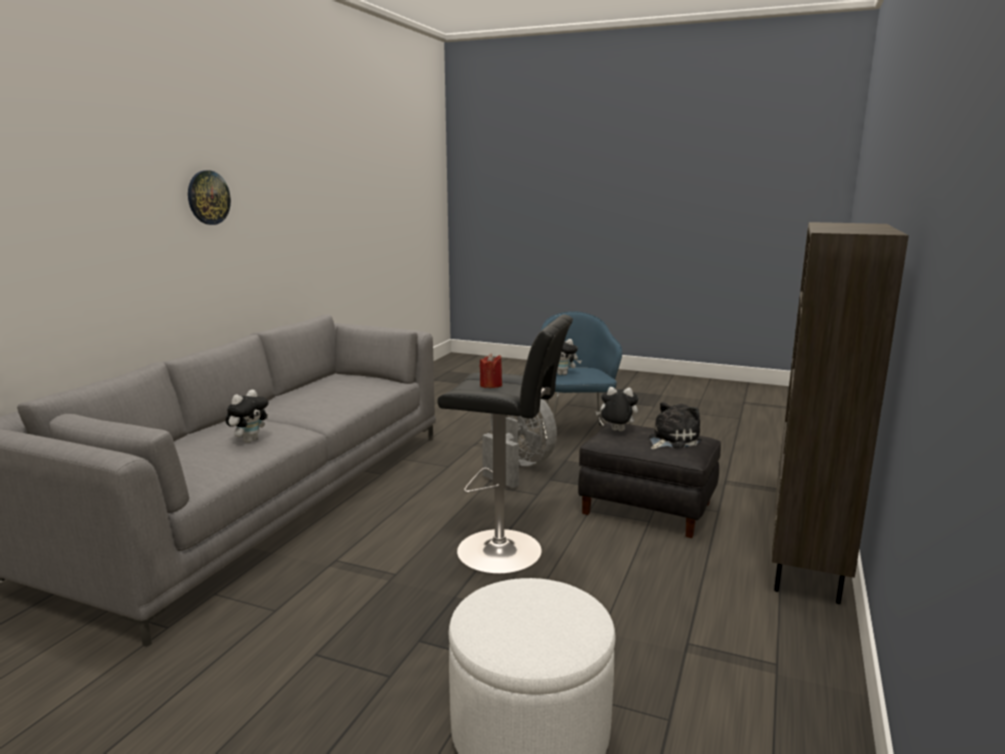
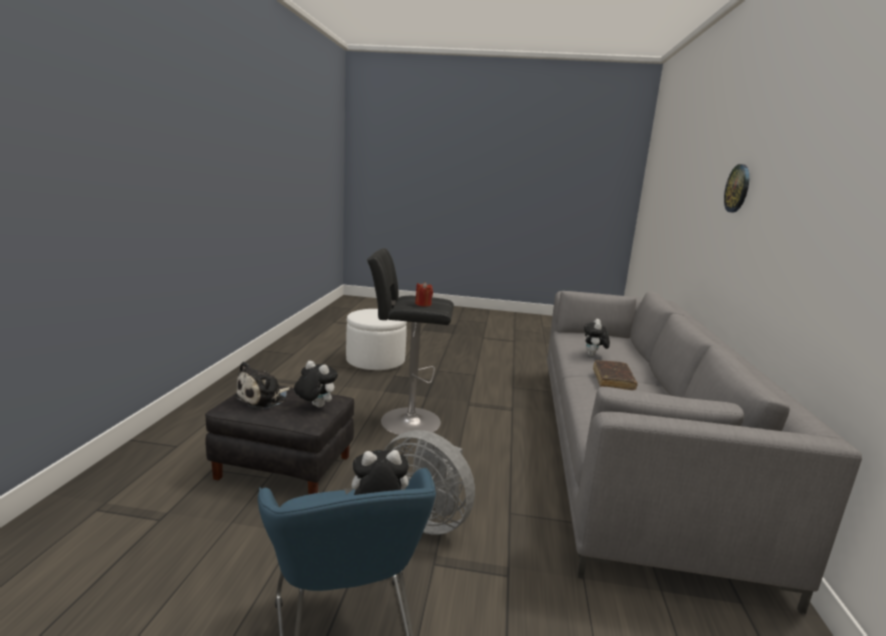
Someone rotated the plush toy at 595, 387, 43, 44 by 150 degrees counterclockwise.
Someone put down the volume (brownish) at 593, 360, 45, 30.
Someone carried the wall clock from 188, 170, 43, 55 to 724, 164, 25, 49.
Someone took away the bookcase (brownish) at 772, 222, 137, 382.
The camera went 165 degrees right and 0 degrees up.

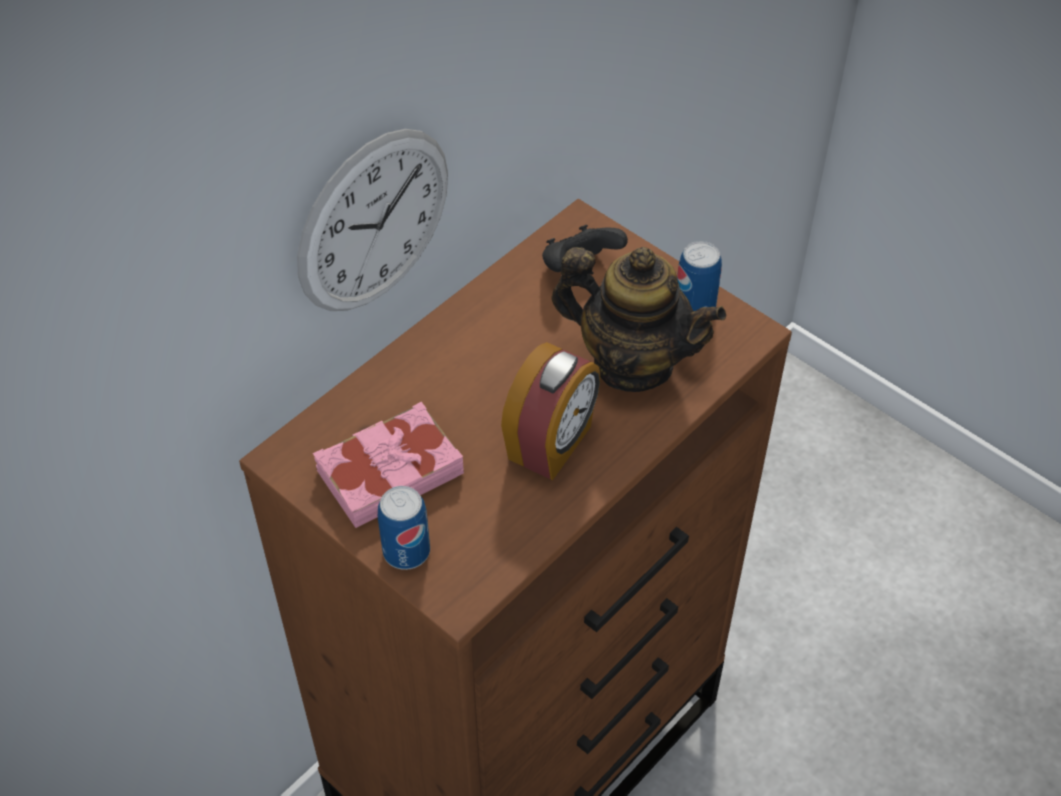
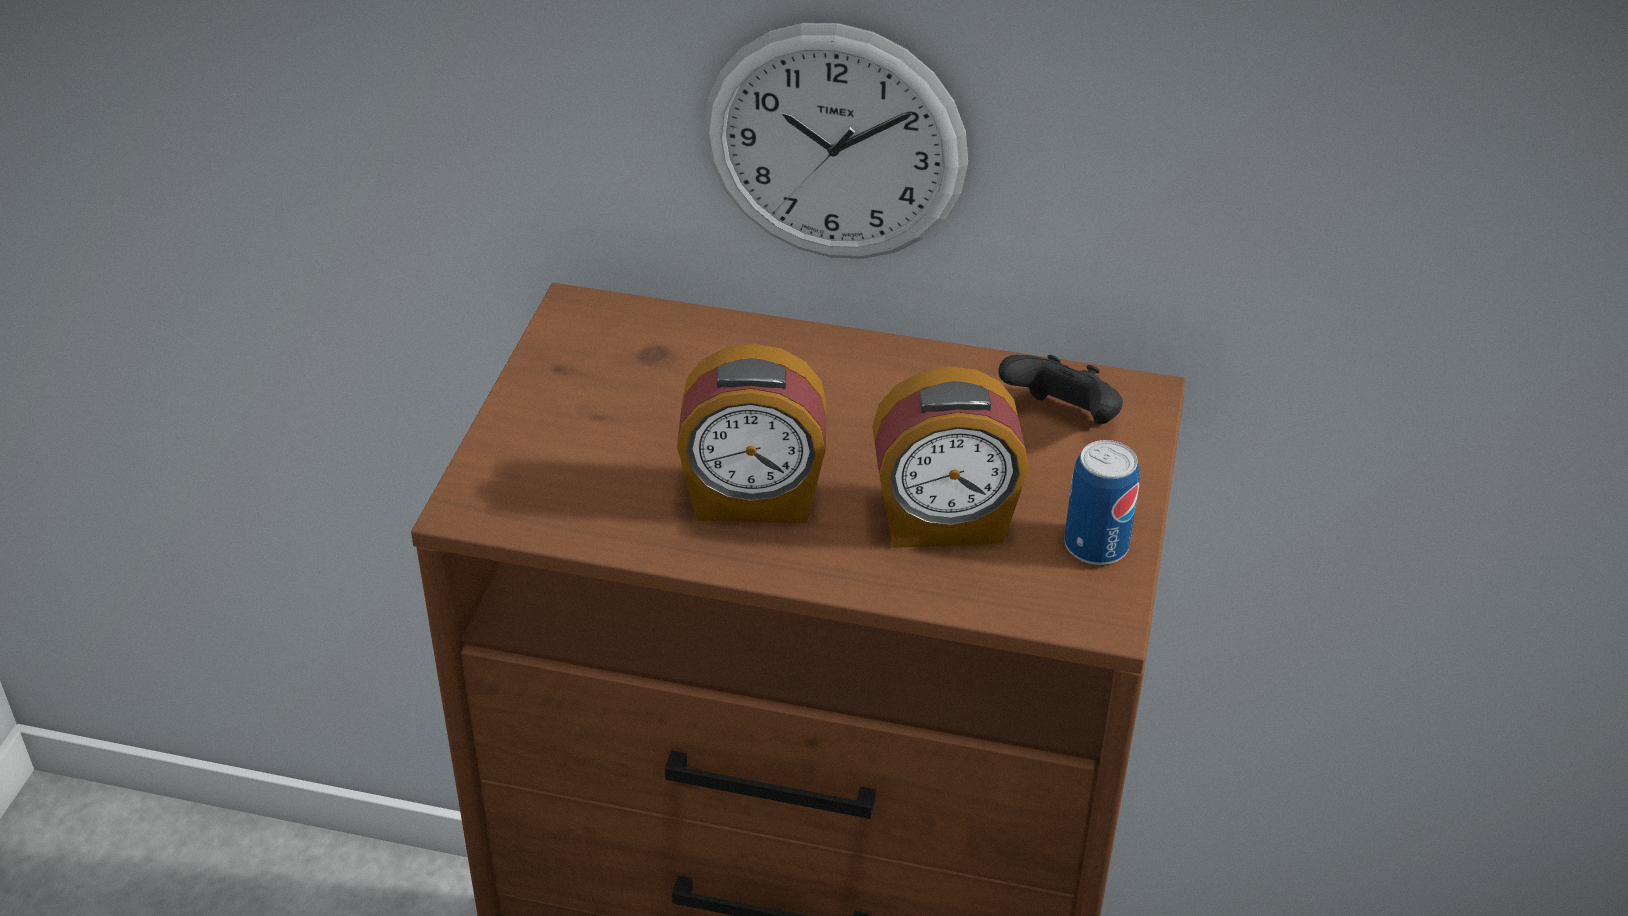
Someone swapped the teapot at 551, 247, 176, 145 for the table clock at 872, 366, 157, 182.
Someone took away the volume (pinkish) at 313, 402, 151, 126.
Someone took away the sealed can at 378, 486, 52, 84.
The camera went 60 degrees right and 10 degrees down.

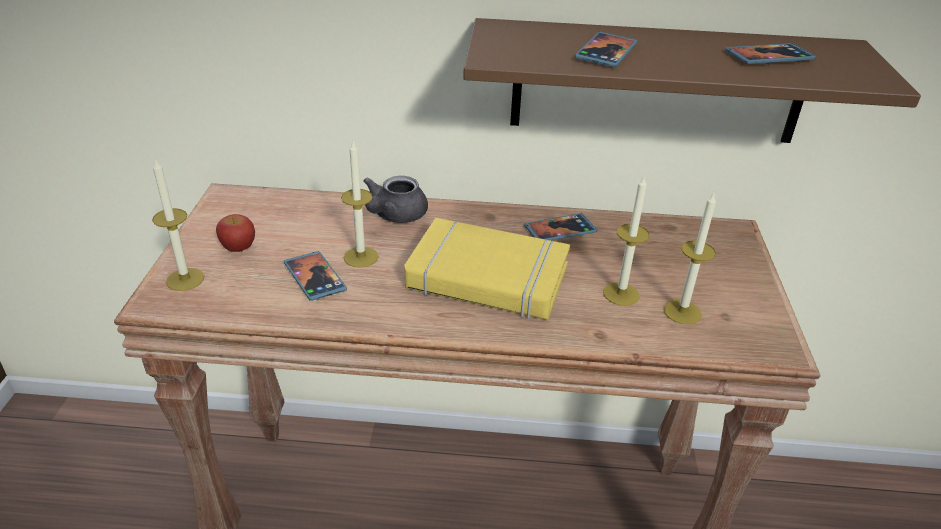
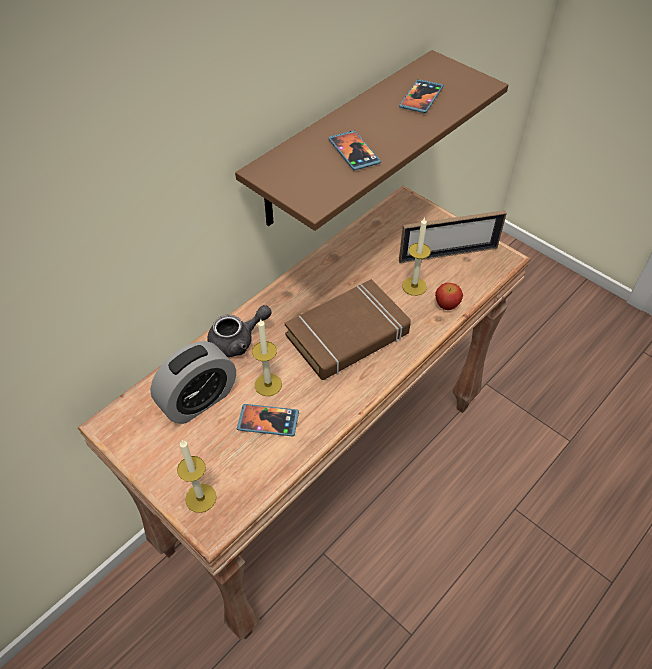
Someone put down the table clock at 150, 341, 86, 83.
Someone rotated the teapot (gray) at 363, 176, 65, 47 by 90 degrees counterclockwise.
Someone repainted the volume (yellowish) at 404, 218, 166, 102, which became the volume (brownish) at 285, 279, 126, 101.
Someone put down the standing frame at 399, 210, 108, 53.
Someone carried the whole apple from 216, 214, 39, 38 to 435, 283, 28, 27.
Someone took away the telephone at 524, 213, 73, 28.
Someone took away the candle at 664, 193, 52, 131.
The camera went 50 degrees left and 15 degrees up.

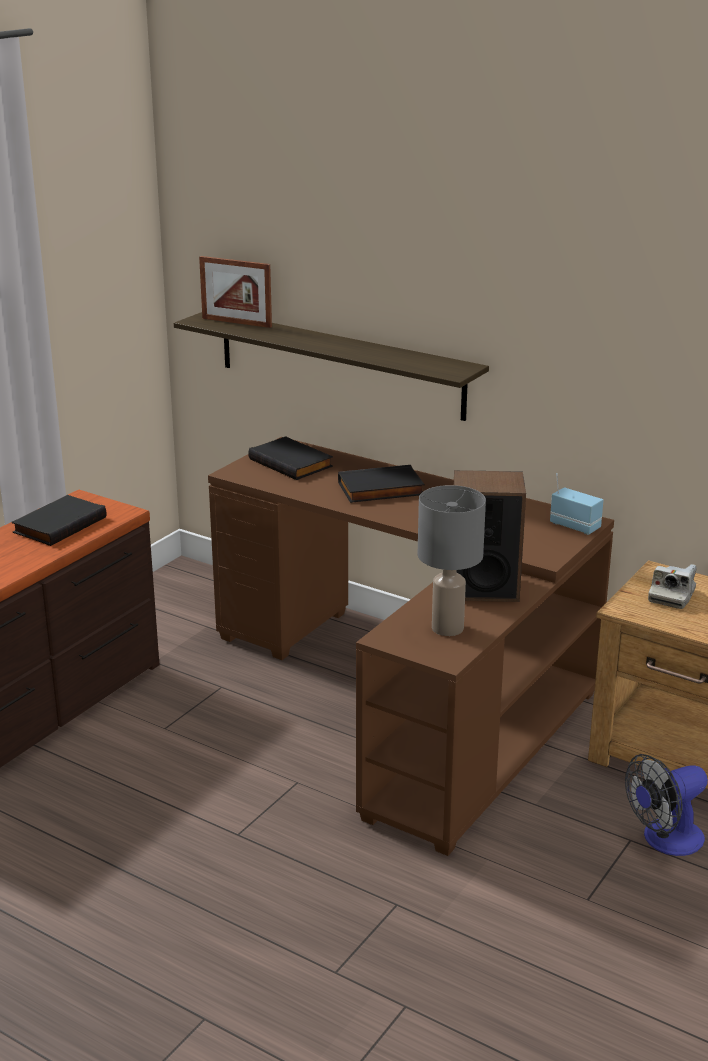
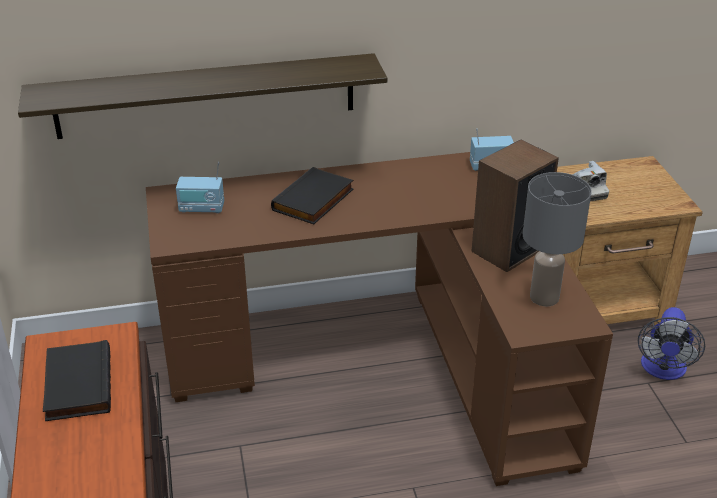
Someone swapped the volume (blackish) at 248, 436, 85, 44 for the radio receiver at 176, 162, 48, 51.
Someone took away the standing frame at 199, 256, 73, 72.
The camera went 45 degrees left and 10 degrees up.

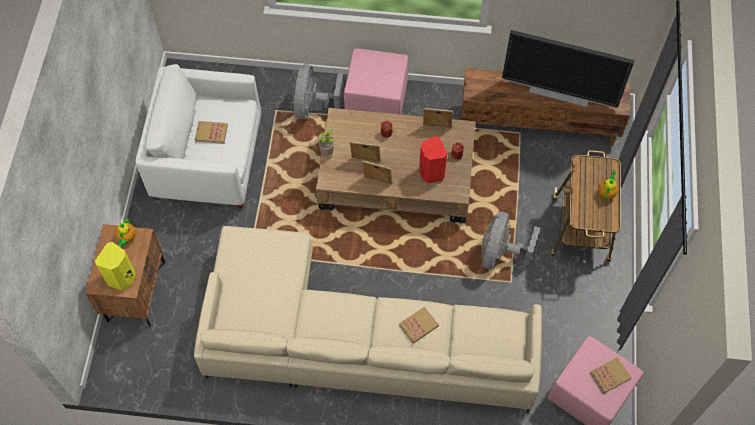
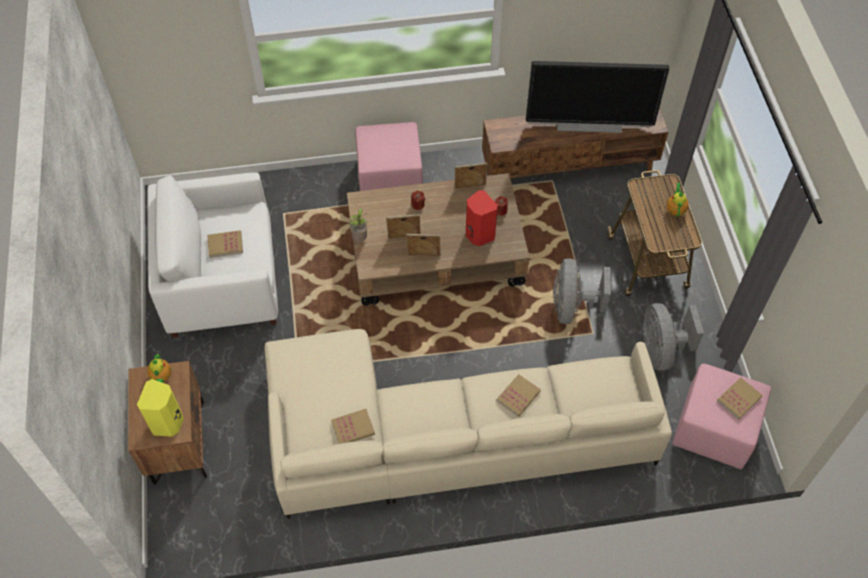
Someone put down the volume at 331, 409, 44, 35.
Someone carried the cooling fan (gray) from 292, 64, 52, 55 to 643, 303, 61, 68.
The camera went 15 degrees left and 5 degrees down.

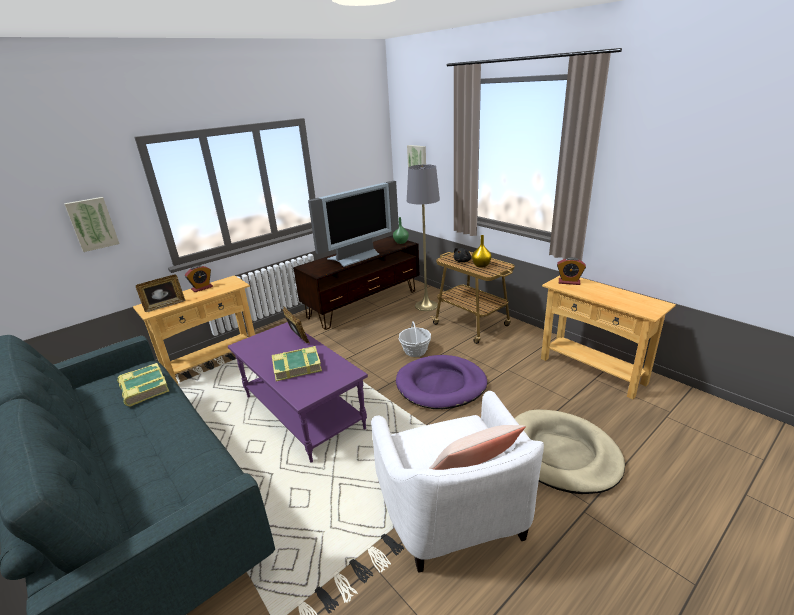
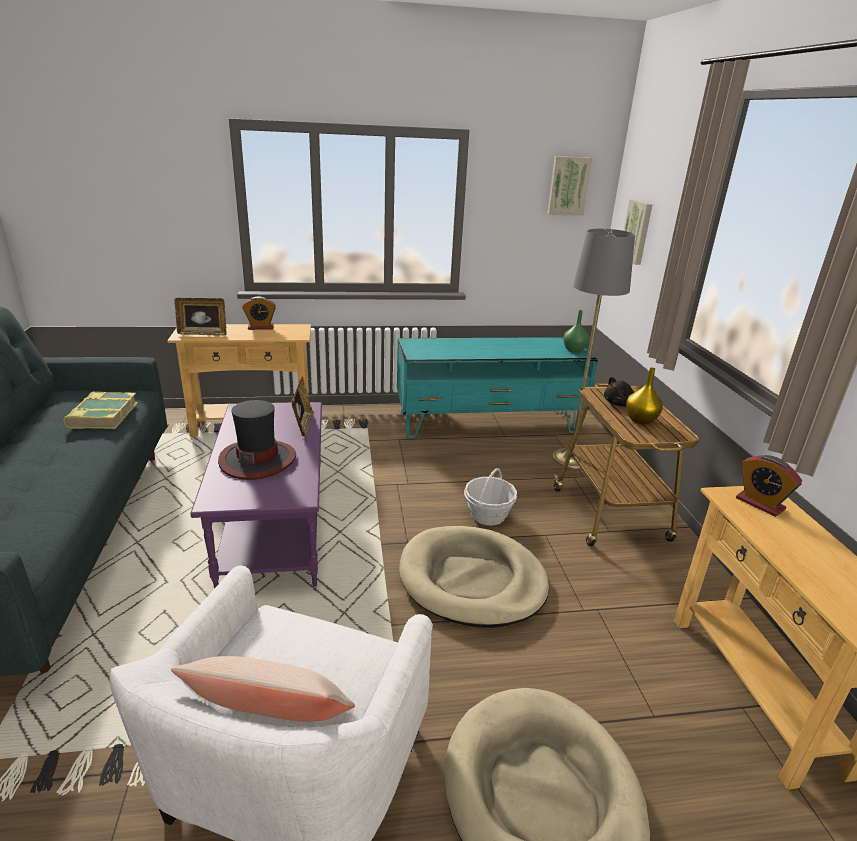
Someone swapped the volume at 272, 346, 50, 35 for the hat at 218, 400, 78, 80.
Someone repainted the media console (brownish) at 293, 236, 126, 94, which became the media console (blue-green) at 397, 337, 201, 101.
Someone repainted the dog cushion (purple-coloured) at 396, 355, 91, 54, which became the dog cushion (beige-coloured) at 399, 526, 150, 102.
Someone carried the picture from 64, 197, 56, 55 to 547, 156, 45, 60.
Someone took away the television at 308, 181, 91, 86.
The camera went 30 degrees right and 0 degrees up.

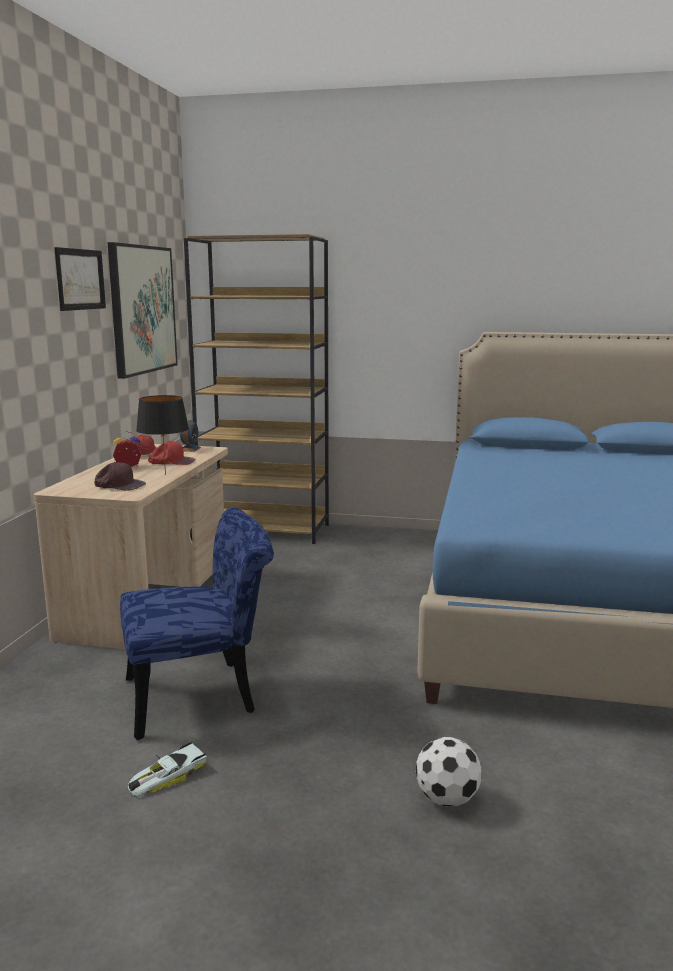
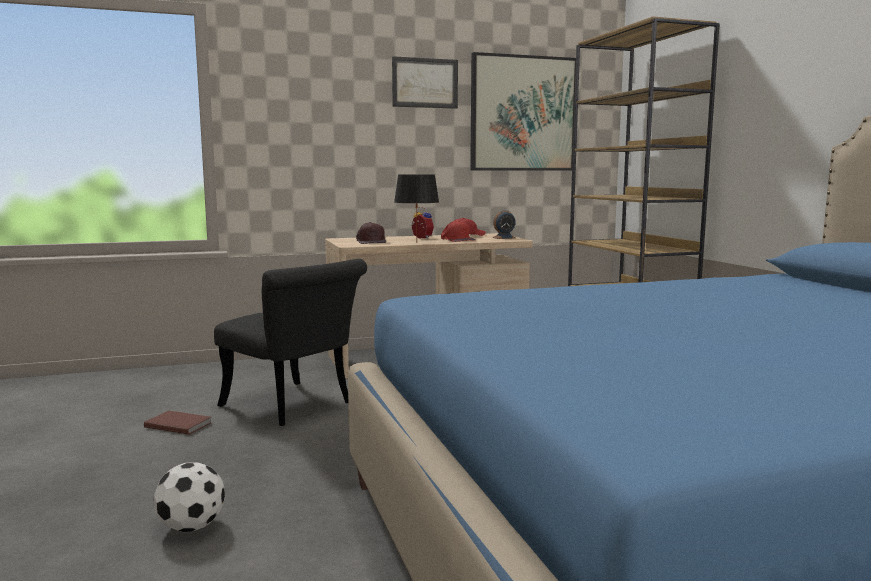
Someone swapped the miniature car at 128, 742, 79, 56 for the volume (brownish) at 144, 411, 68, 24.
Someone repainted the plain chair (bluish) at 120, 507, 154, 233, which became the plain chair (blackish) at 214, 259, 153, 167.
The camera went 60 degrees right and 5 degrees down.

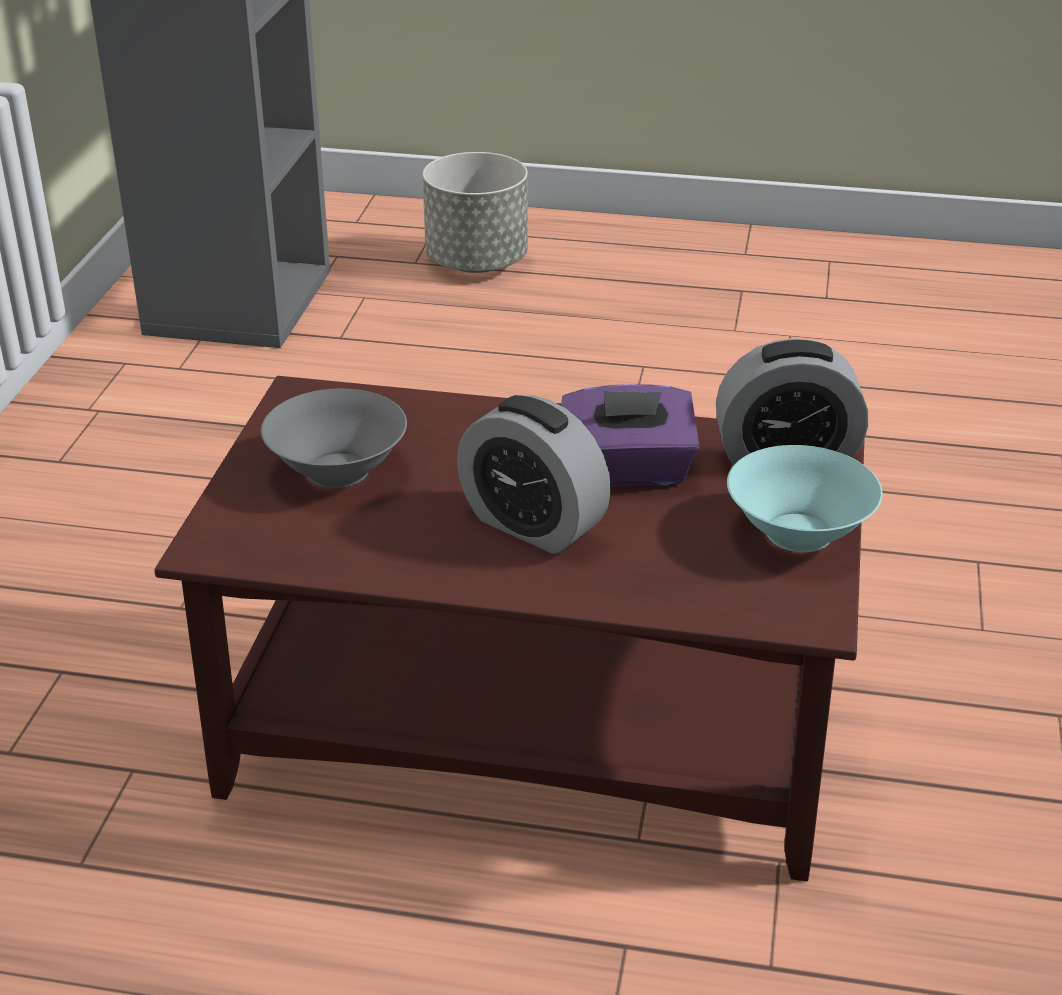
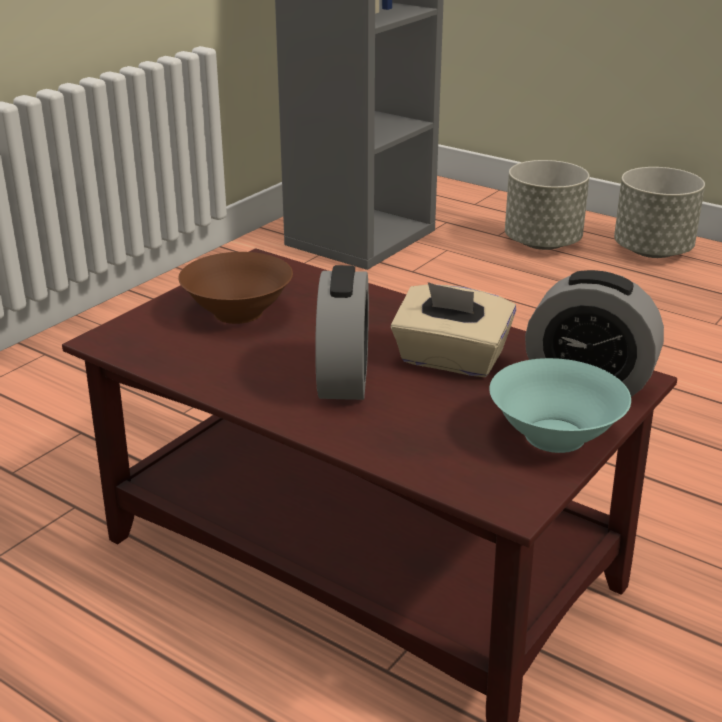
Someone repainted the serving bowl (gray) at 261, 388, 146, 100, which became the serving bowl (brownish) at 178, 252, 115, 72.
Someone rotated the table clock at 457, 395, 154, 159 by 150 degrees counterclockwise.
Someone repainted the tissue box (purple-coloured) at 561, 384, 139, 103, which became the tissue box (beige-coloured) at 391, 282, 125, 95.
Someone put down the planter (gray) at 614, 167, 91, 91.
The camera went 25 degrees right and 5 degrees down.

